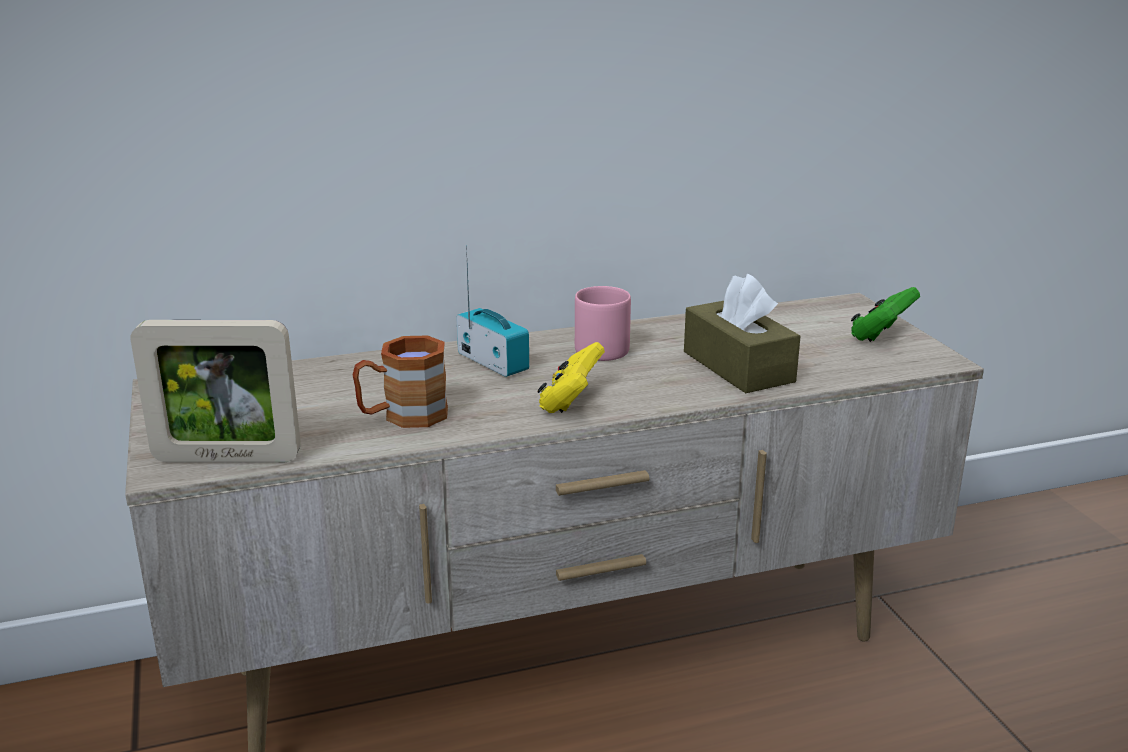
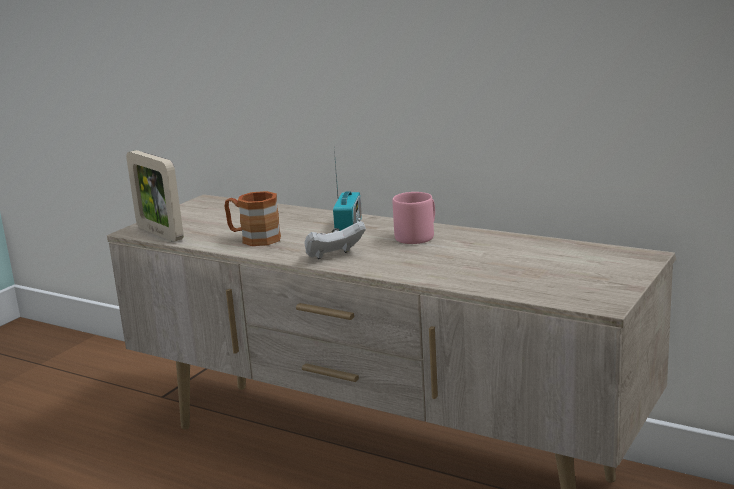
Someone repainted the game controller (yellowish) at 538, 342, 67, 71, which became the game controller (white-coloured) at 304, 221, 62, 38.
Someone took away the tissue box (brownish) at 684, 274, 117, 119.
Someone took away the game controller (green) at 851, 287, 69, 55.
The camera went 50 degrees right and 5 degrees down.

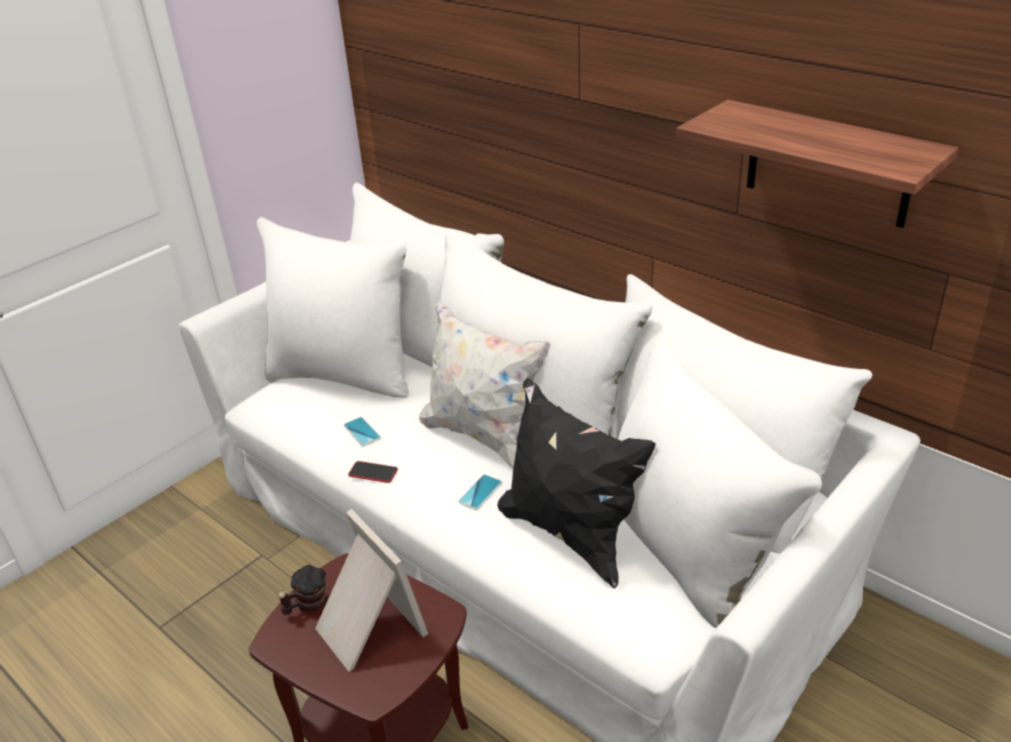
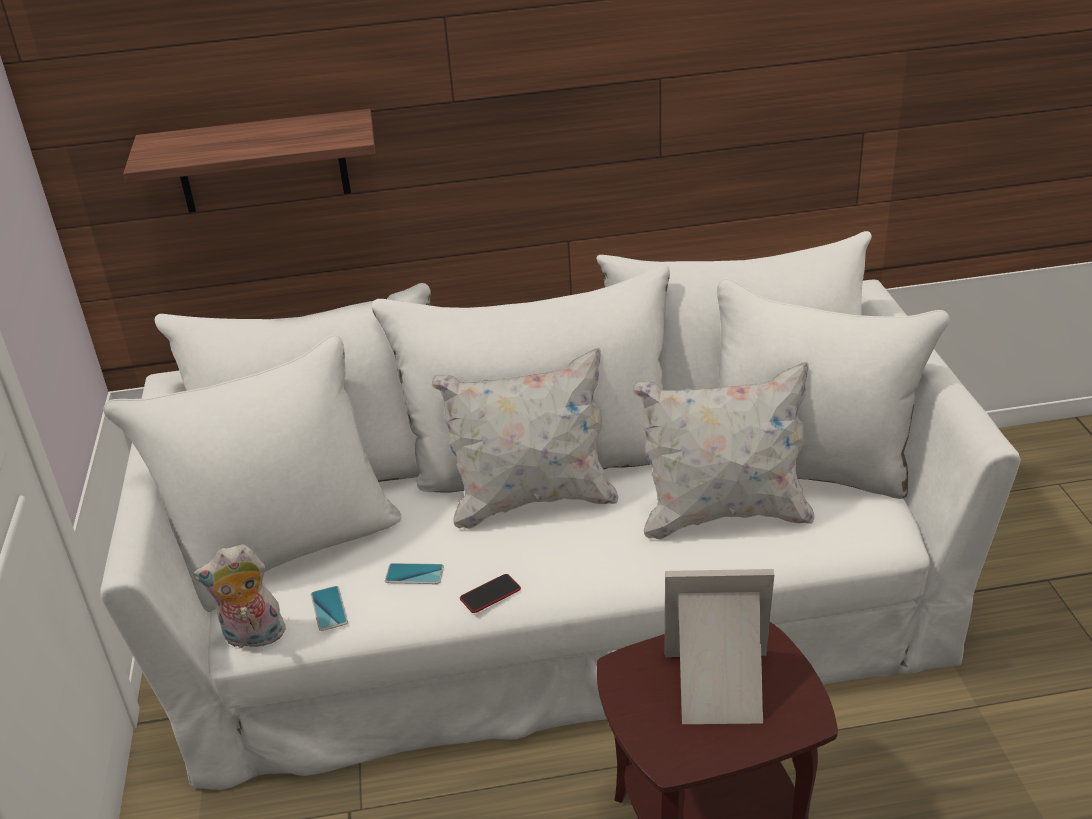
Someone carried the shelf from 676, 100, 283, 128 to 123, 109, 252, 104.
Someone put down the plush toy at 194, 544, 93, 106.
Someone carried the telephone from 458, 475, 44, 35 to 311, 586, 37, 45.
Someone repainted the throw pillow (blackish) at 498, 378, 158, 211, which became the throw pillow (white-coloured) at 633, 362, 182, 178.
Someone took away the tea mug at 277, 565, 49, 50.
The camera went 50 degrees left and 0 degrees up.

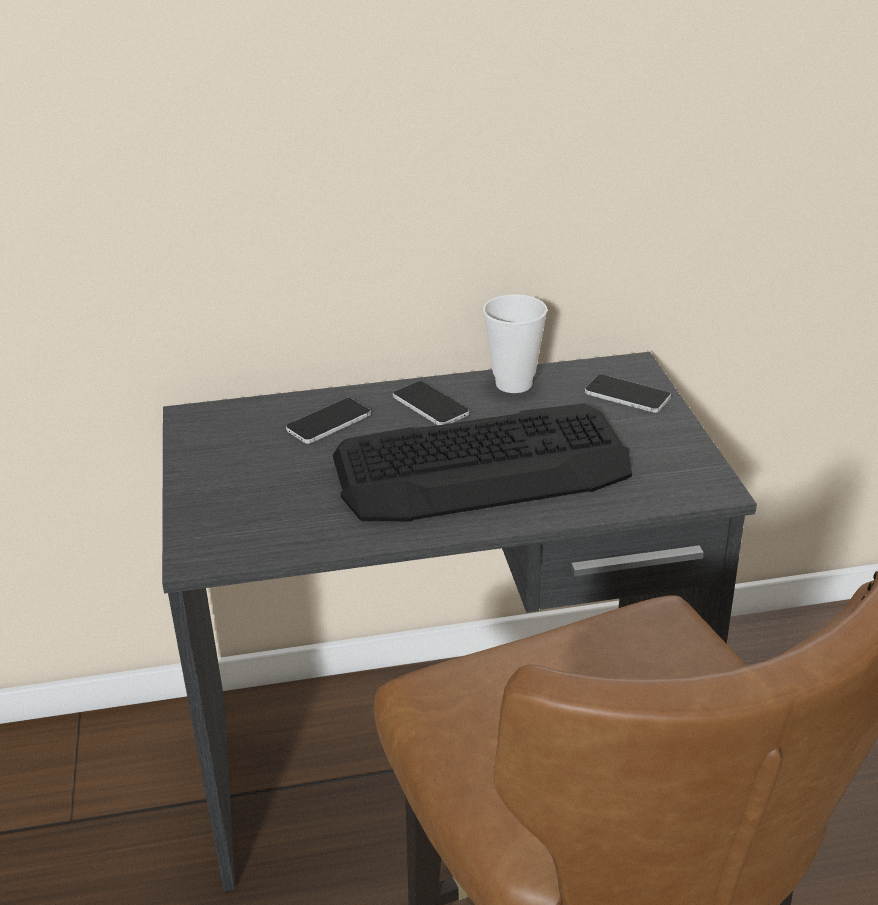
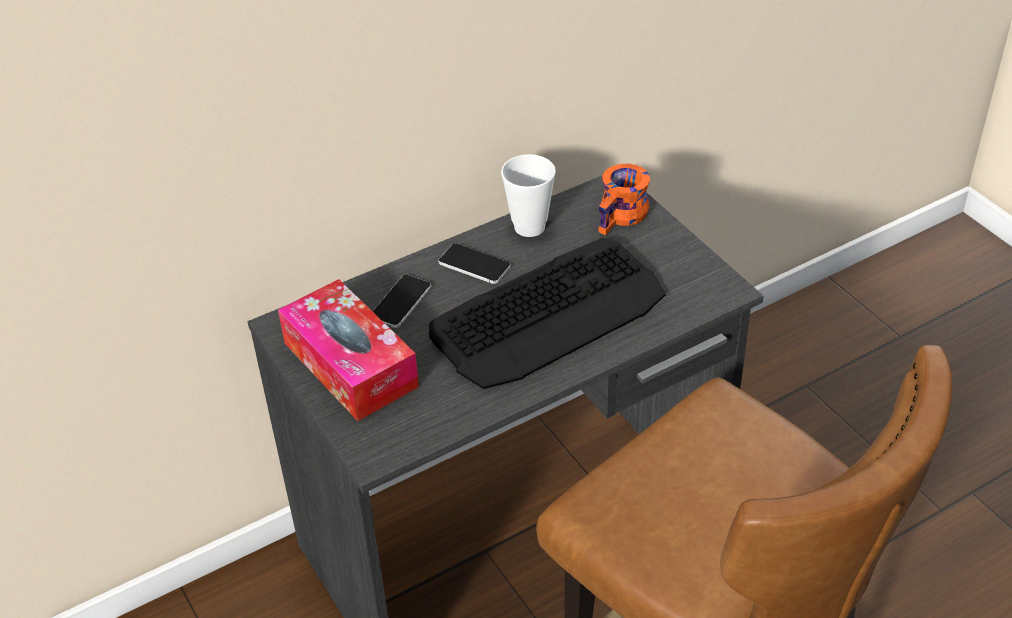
Someone put down the tissue box at 278, 279, 141, 142.
Someone swapped the telephone at 585, 375, 86, 38 for the tea mug (orange) at 599, 164, 51, 71.
The camera went 20 degrees left and 10 degrees up.

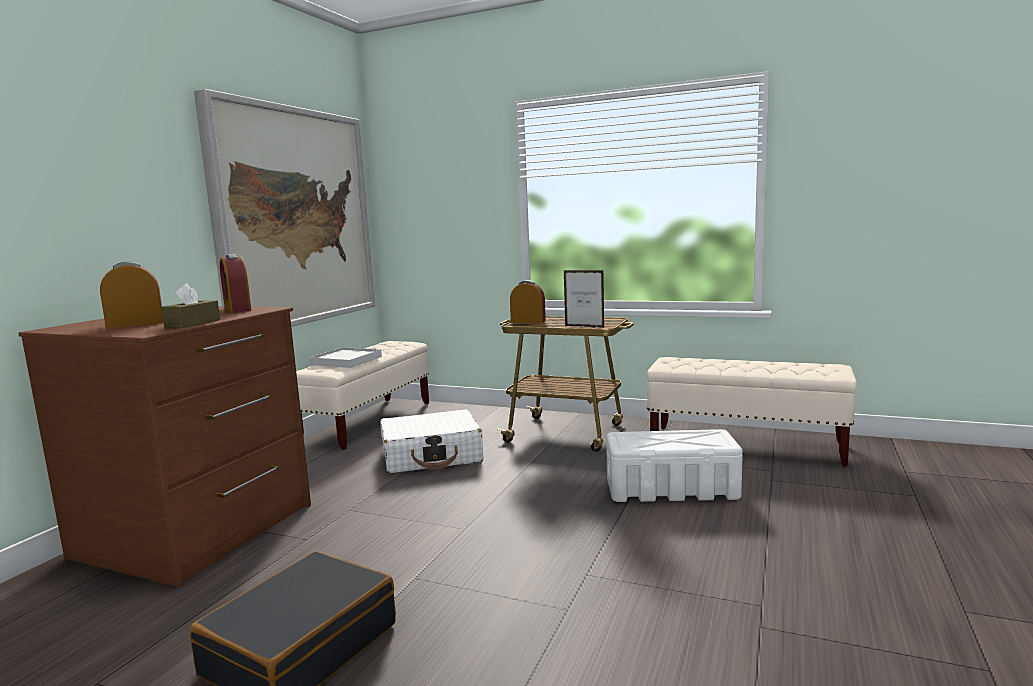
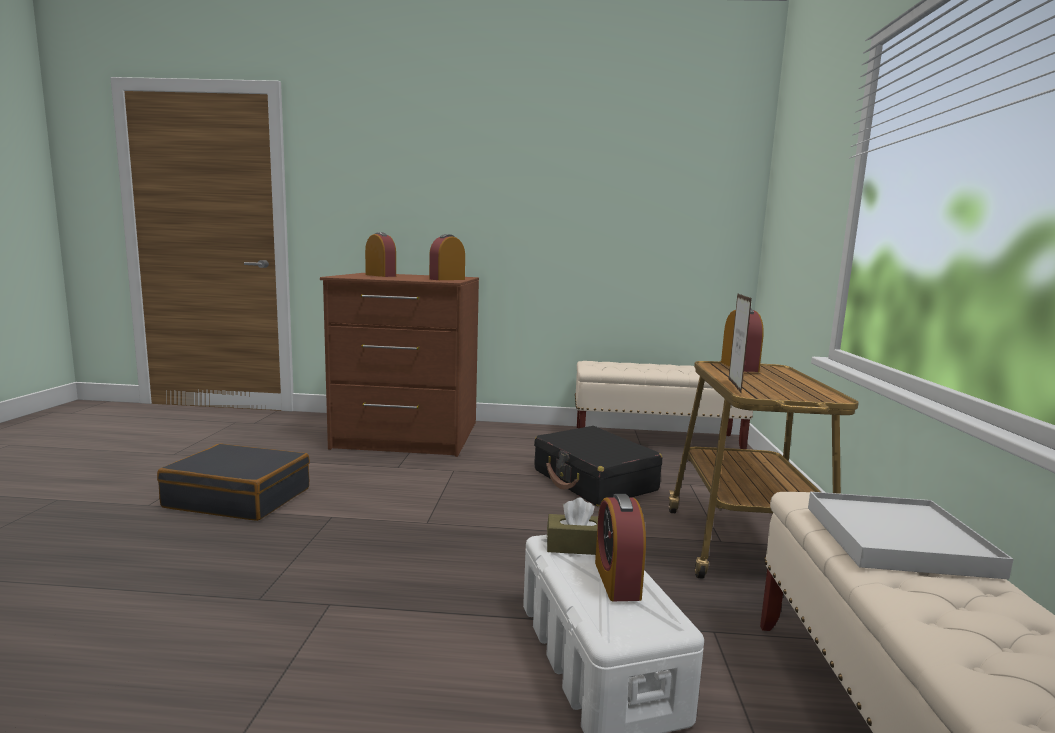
Someone repainted the travel case (white-coloured) at 380, 409, 103, 64, which became the travel case (blackish) at 534, 426, 128, 80.
Someone carried the tissue box (brownish) from 161, 284, 59, 44 to 547, 497, 51, 58.
Someone put down the table clock at 595, 494, 51, 107.
Someone carried the tray (white-coloured) from 309, 347, 73, 21 to 808, 492, 206, 87.
Someone took away the picture at 194, 89, 181, 238.
The camera went 70 degrees right and 0 degrees up.

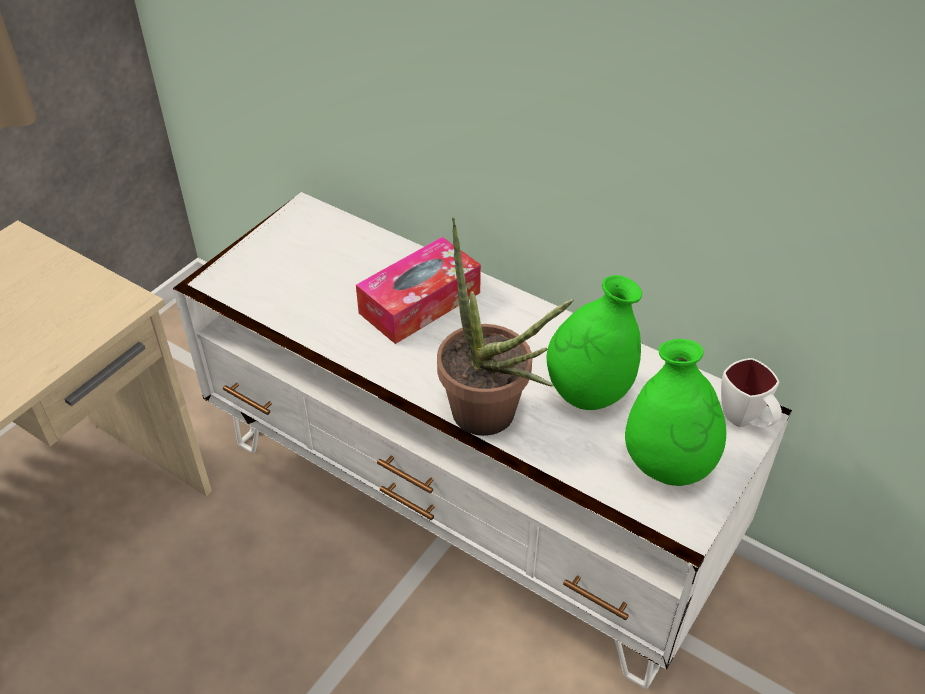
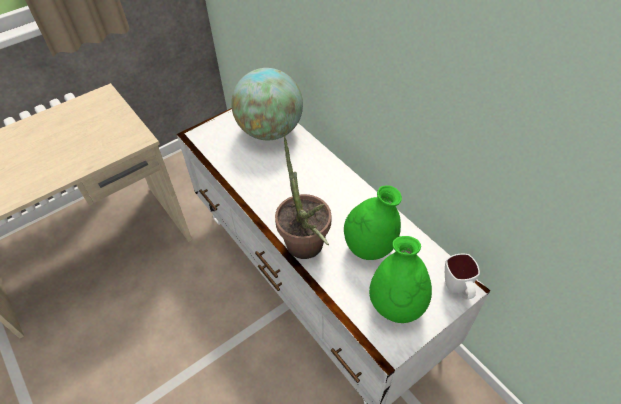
Someone put down the desk globe at 231, 68, 72, 72.
Someone took away the tissue box at 356, 237, 125, 107.
The camera went 20 degrees right and 5 degrees up.

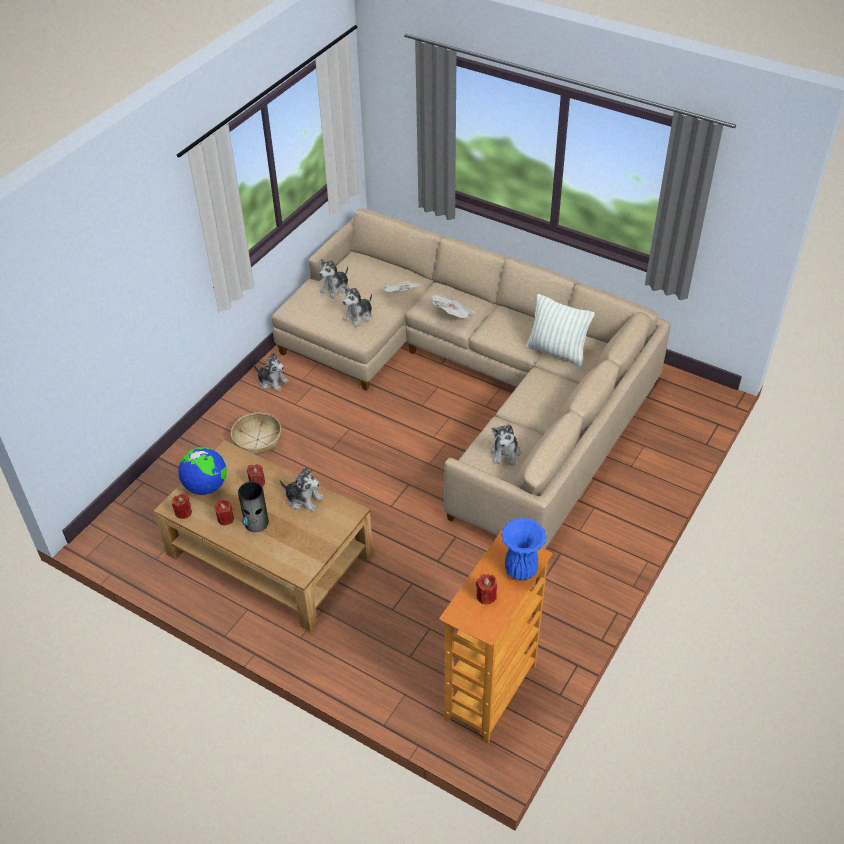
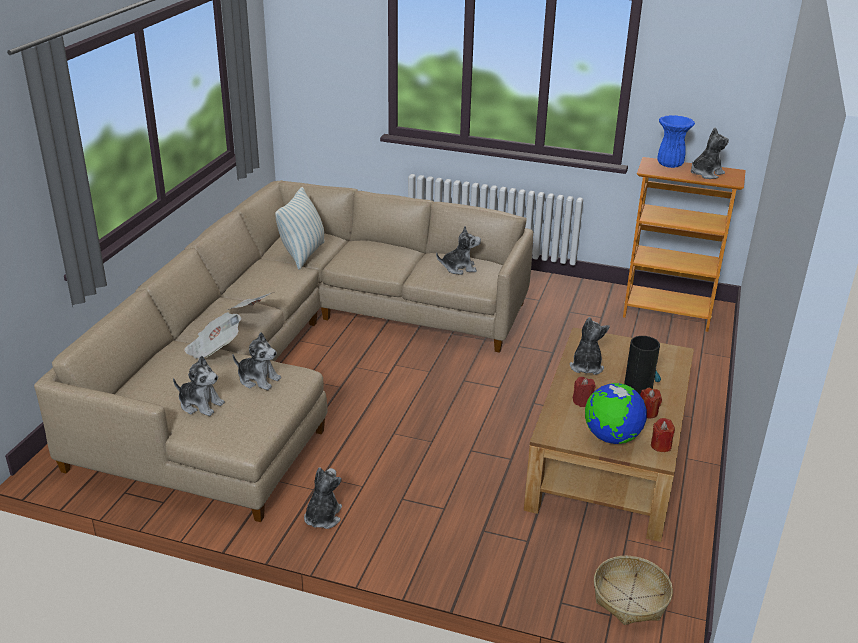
Someone carried the basket from 231, 413, 50, 42 to 594, 556, 79, 69.
Someone swapped the candle (reddish) at 476, 574, 21, 30 for the plush toy at 691, 127, 38, 52.
The camera went 105 degrees left and 15 degrees down.

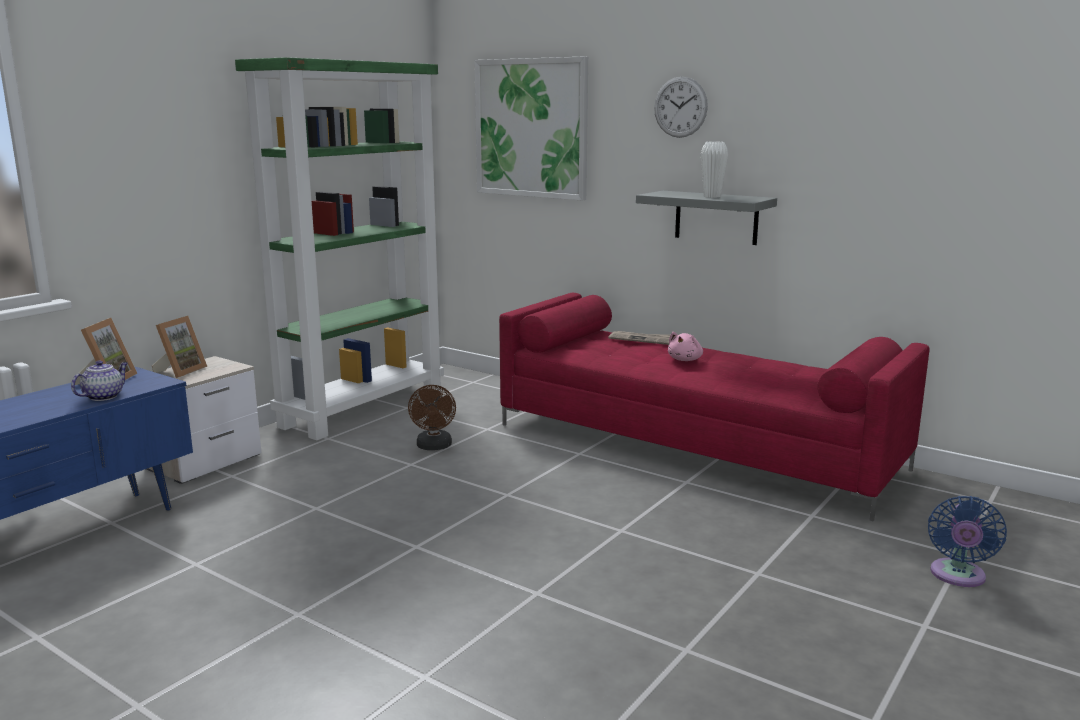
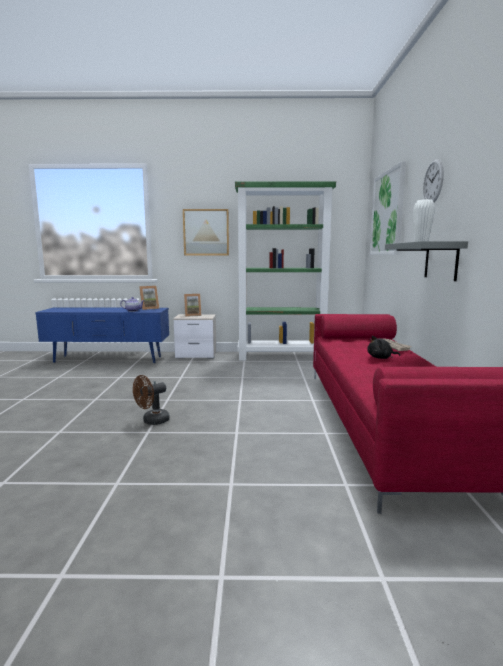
Someone carried the cooling fan (brownish) from 408, 385, 48, 65 to 133, 375, 37, 50.
Someone put up the picture at 183, 209, 46, 46.
Someone repainted the plush toy (pinkish) at 668, 332, 35, 29, which became the plush toy (blackish) at 367, 336, 33, 23.
Someone took away the cooling fan (bluish) at 928, 496, 79, 91.
The camera went 55 degrees right and 5 degrees down.

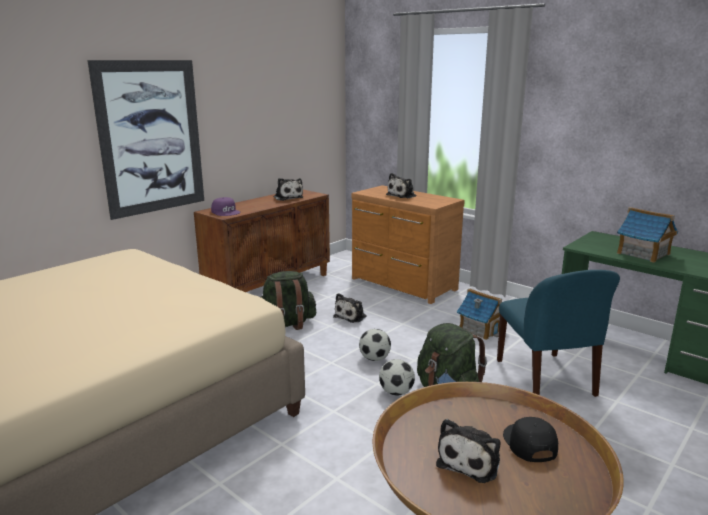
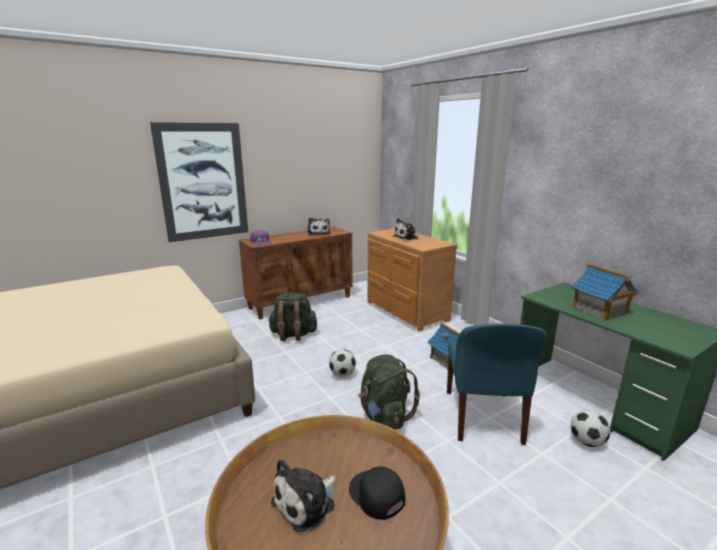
Someone rotated the cap (blackish) at 503, 417, 55, 45 by 45 degrees counterclockwise.
Someone carried the football ball from 379, 359, 36, 37 to 570, 410, 41, 37.
Someone took away the plush toy at 333, 293, 34, 30.
The camera went 15 degrees right and 0 degrees up.

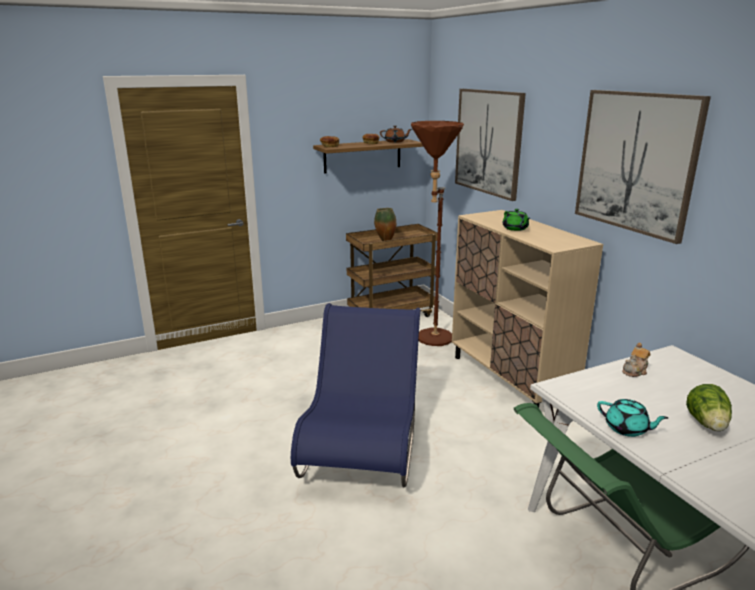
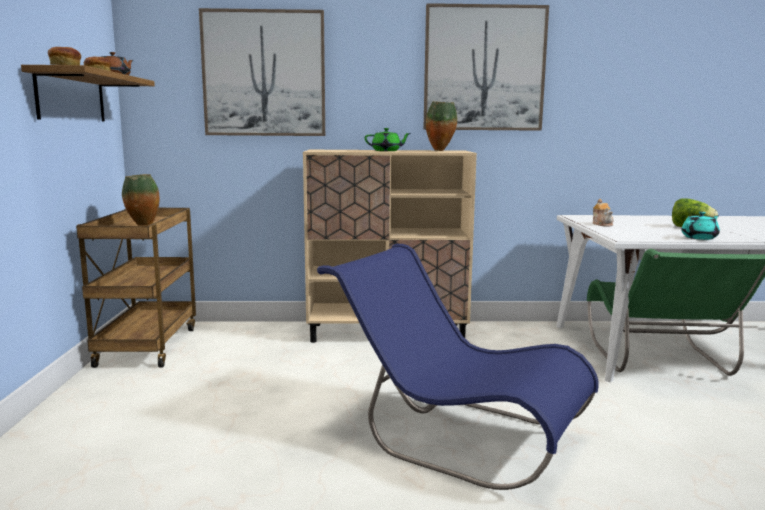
Someone put down the decorative vase at 426, 101, 31, 50.
Someone took away the standard lamp (brownish) at 411, 121, 53, 225.
The camera went 65 degrees left and 10 degrees down.

